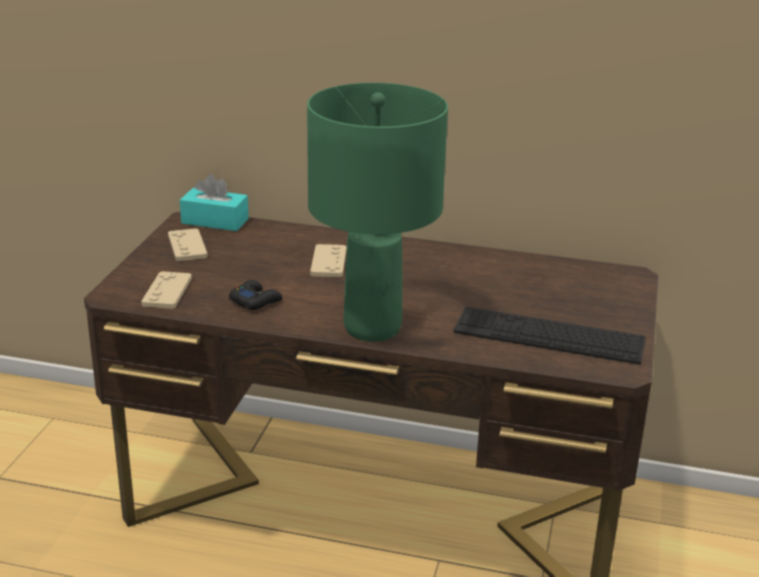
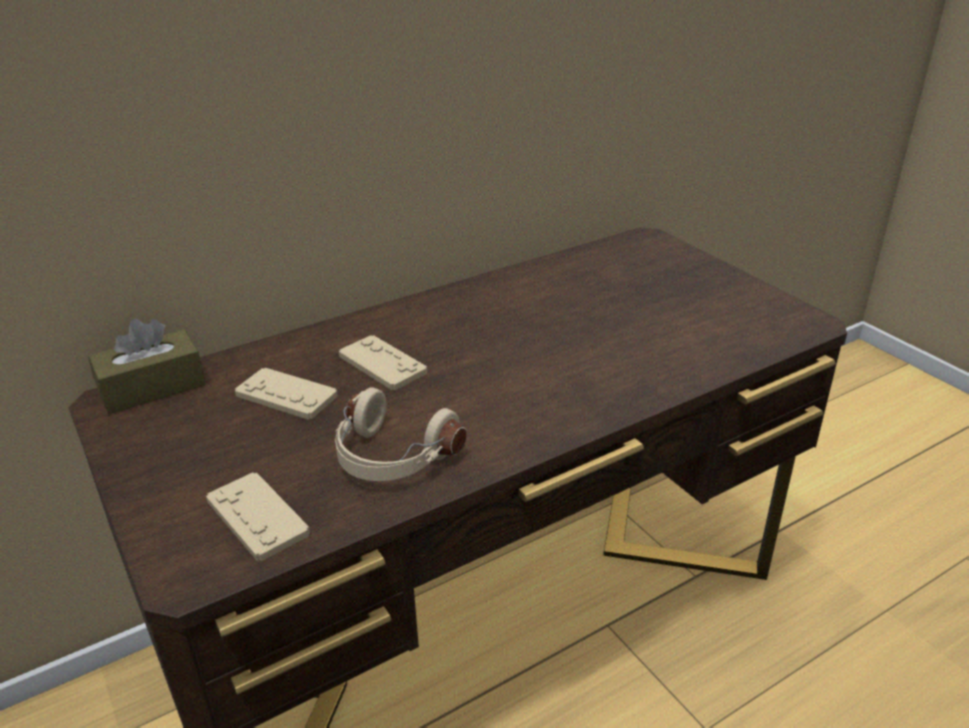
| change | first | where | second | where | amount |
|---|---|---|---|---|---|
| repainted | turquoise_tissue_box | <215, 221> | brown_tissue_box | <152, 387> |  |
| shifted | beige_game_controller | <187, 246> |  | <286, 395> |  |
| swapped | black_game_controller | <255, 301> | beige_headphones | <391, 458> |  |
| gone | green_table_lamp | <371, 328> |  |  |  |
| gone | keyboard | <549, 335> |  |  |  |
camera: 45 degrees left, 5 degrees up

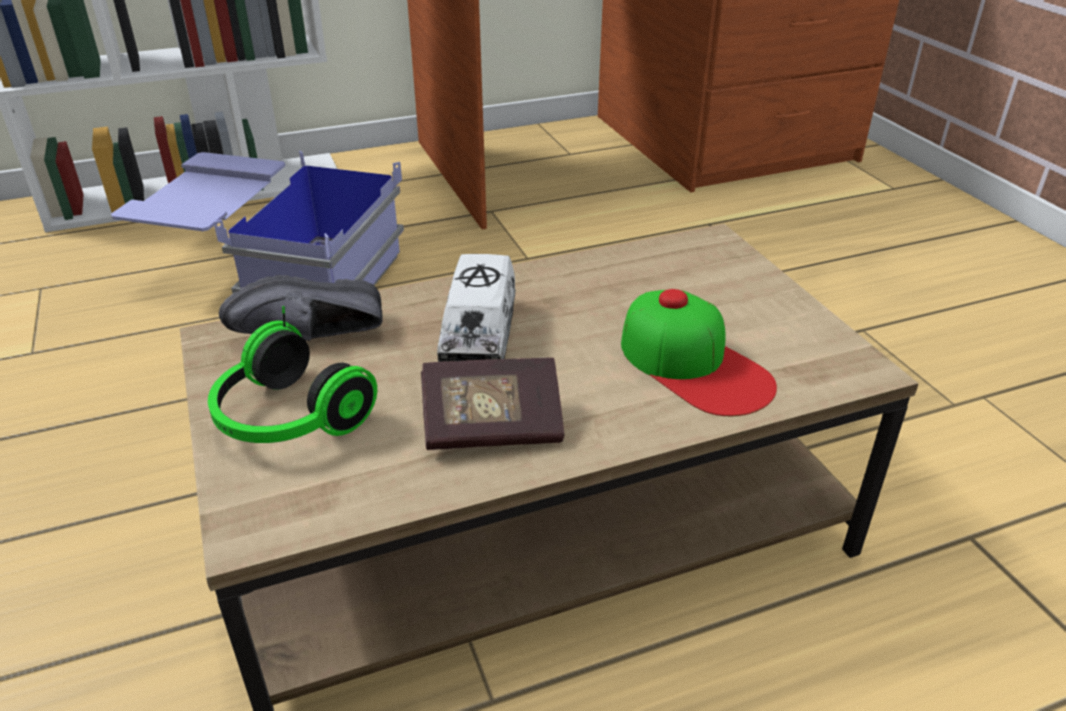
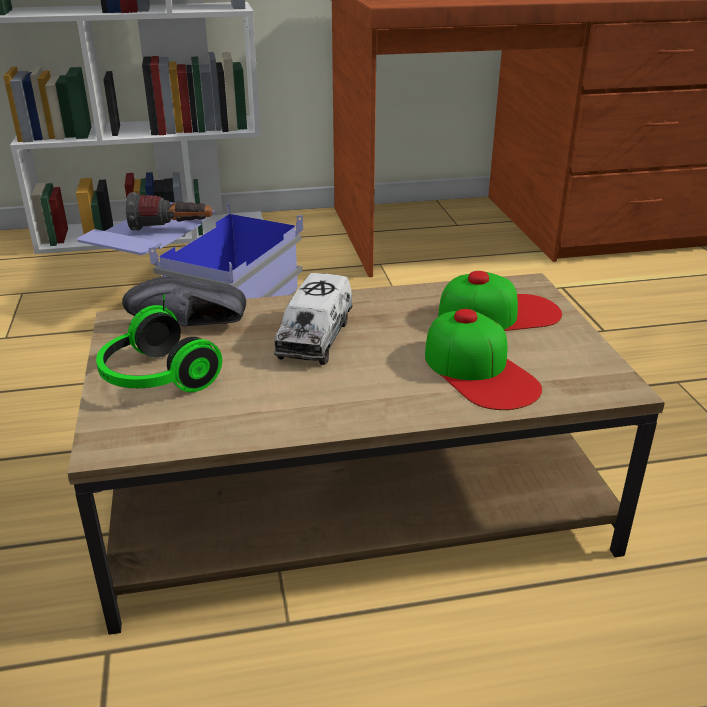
| change | first | where | second | where | amount |
|---|---|---|---|---|---|
| new |  |  | flashlight | <171, 229> |  |
| new |  |  | cap | <499, 313> |  |
| gone | book | <492, 427> |  |  |  |
camera: 10 degrees right, 5 degrees down

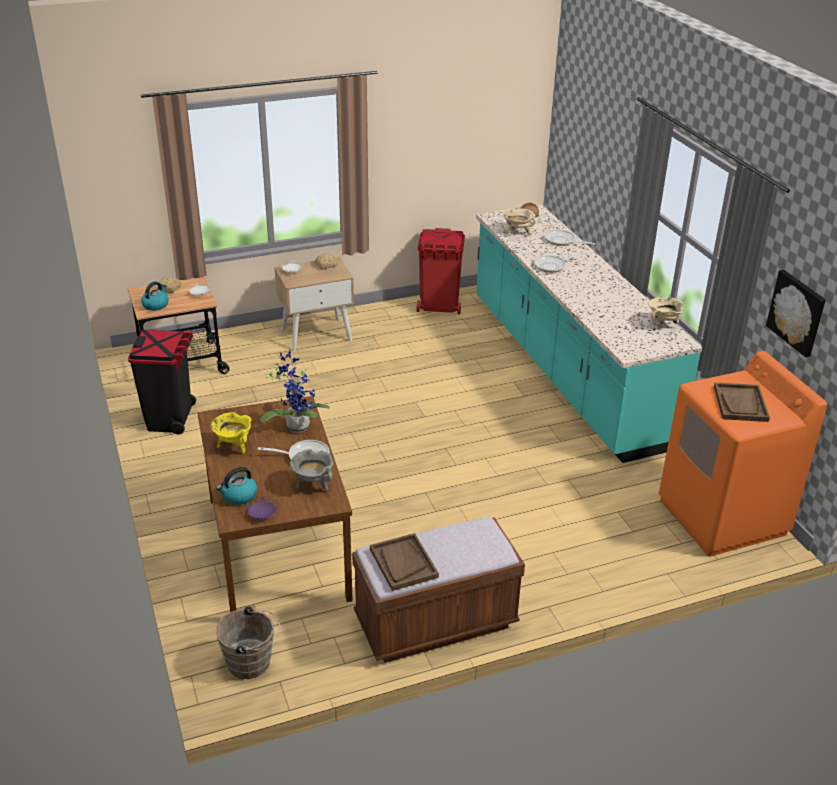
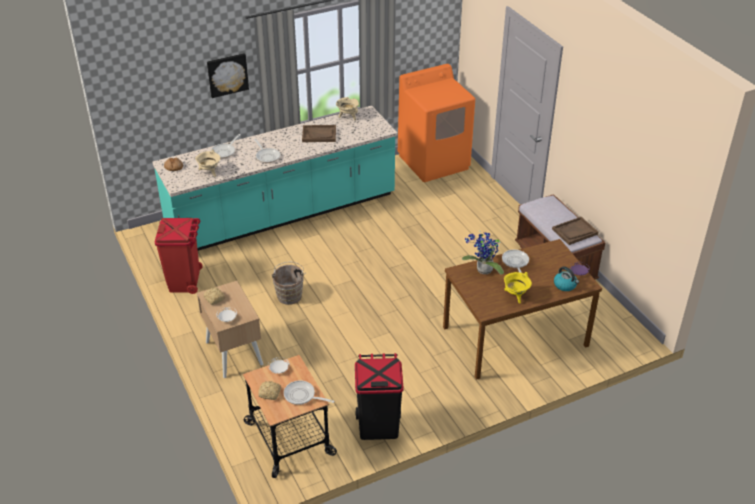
| change | first | where | second | where | amount |
|---|---|---|---|---|---|
| shifted | picture | <797, 312> |  | <227, 74> |  |
| shifted | brown_bucket | <252, 663> |  | <289, 294> |  |
| swapped | kettle | <156, 305> | frying_pan | <302, 396> |  |
| shifted | brown_tray | <740, 404> |  | <319, 134> |  |
| gone | grey_cooking_pot | <313, 485> |  |  |  |
camera: 95 degrees left, 5 degrees up

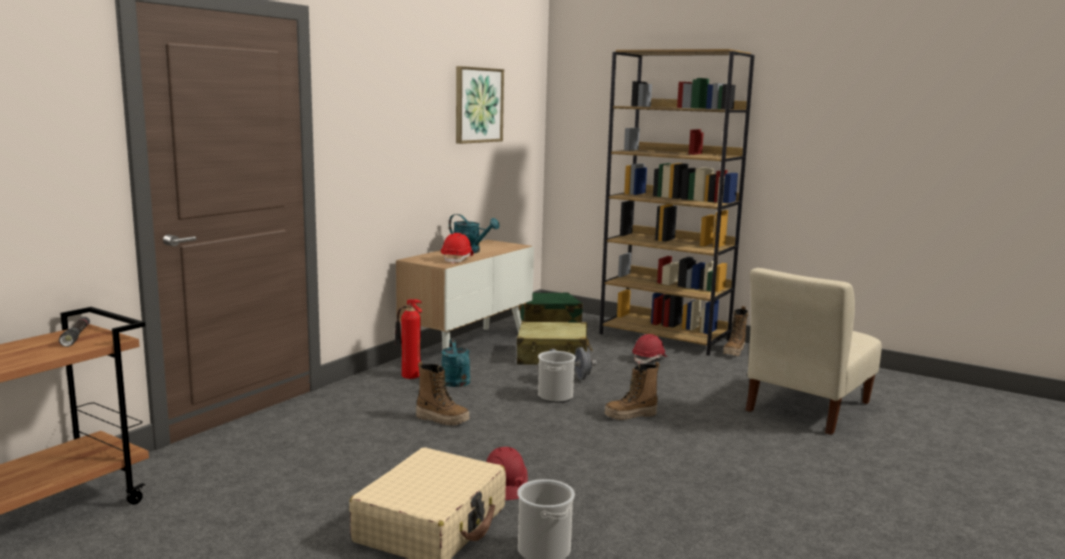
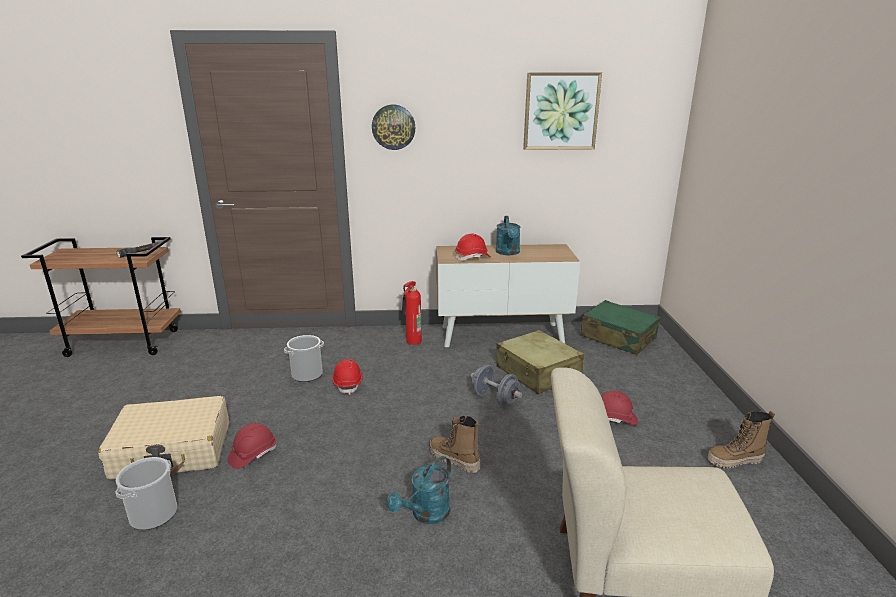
| change | first | where | second | where | amount |
|---|---|---|---|---|---|
| shifted | bucket | <555, 396> |  | <307, 374> |  |
| swapped | boot | <442, 419> | red_hard_hat | <348, 384> |  |
| new |  |  | wall_clock | <393, 127> |  |
| shifted | turquoise_watering_can | <457, 384> |  | <426, 514> |  |
| gone | brown_bookcase | <665, 337> |  |  |  |
camera: 55 degrees right, 10 degrees up

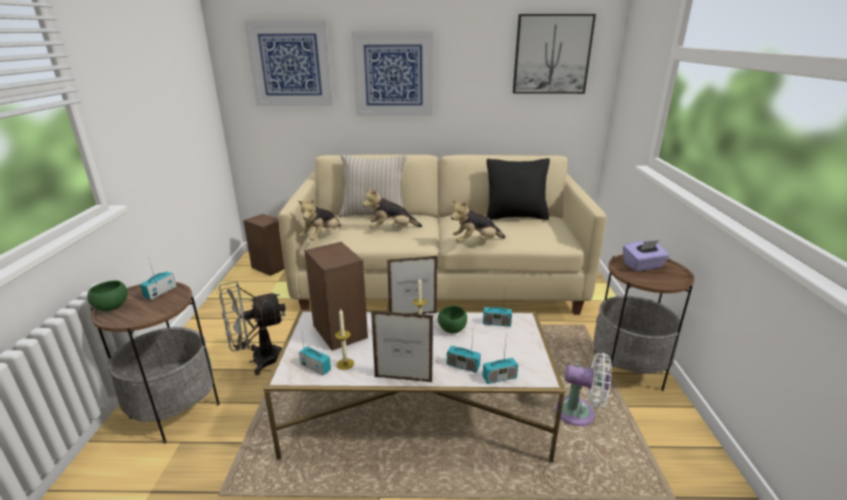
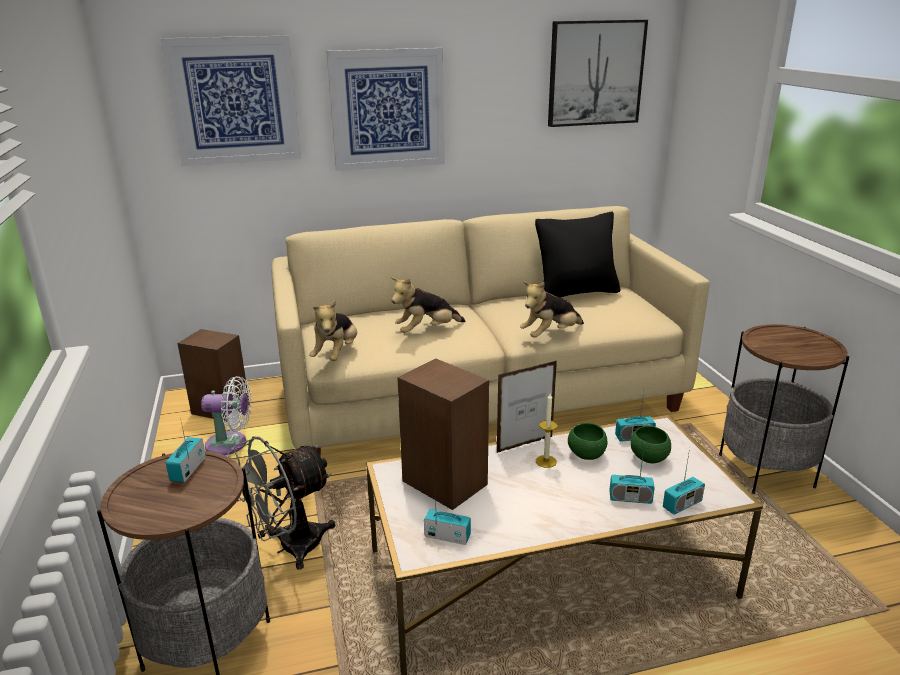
| change | first | where | second | where | amount |
|---|---|---|---|---|---|
| shifted | white_fan | <579, 413> |  | <230, 444> |  |
| shifted | green_bowl | <112, 307> |  | <648, 458> |  |
| gone | candle | <345, 364> |  |  |  |
| gone | beige_pillow | <374, 215> |  |  |  |
| gone | picture_frame | <403, 379> |  |  |  |
| gone | purple_tissue_box | <642, 266> |  |  |  |
camera: 15 degrees left, 0 degrees up

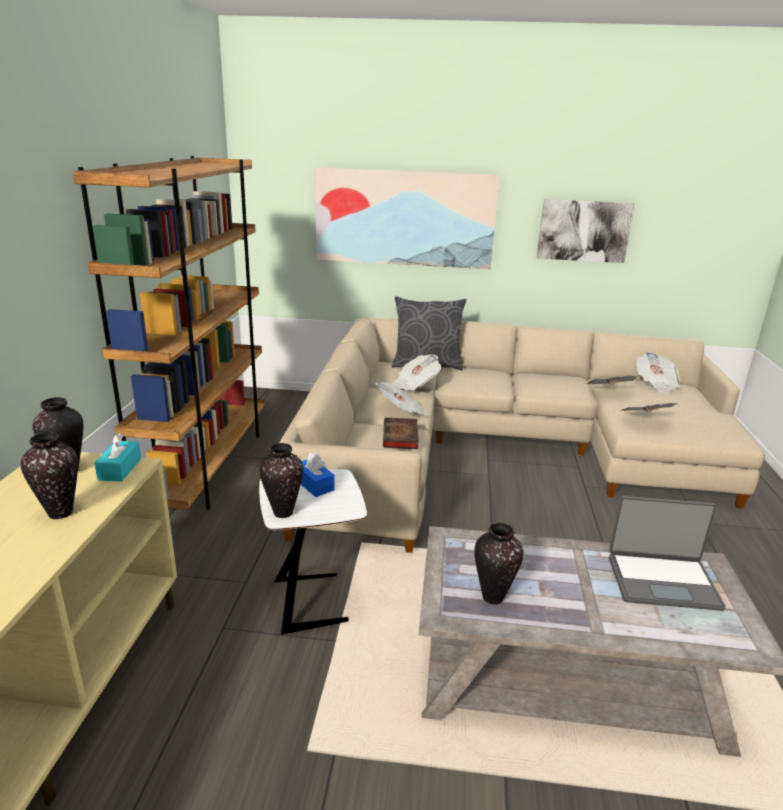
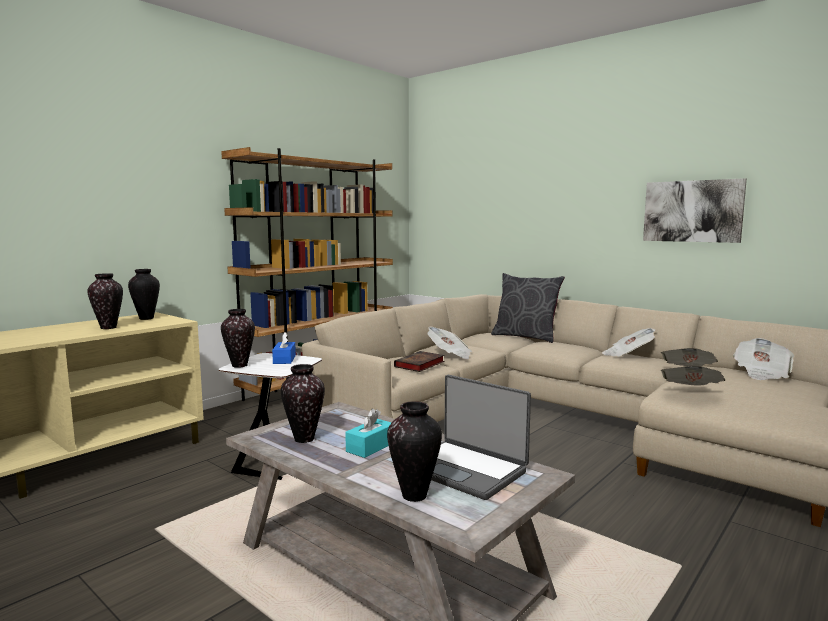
| change | first | where | second | where | amount |
|---|---|---|---|---|---|
| shifted | turquoise_tissue_box | <120, 469> |  | <370, 447> |  |
| new |  |  | vase | <414, 496> |  |
| shifted | newspaper | <415, 384> |  | <627, 355> |  |
| gone | picture | <404, 218> |  |  |  |
camera: 35 degrees right, 15 degrees down

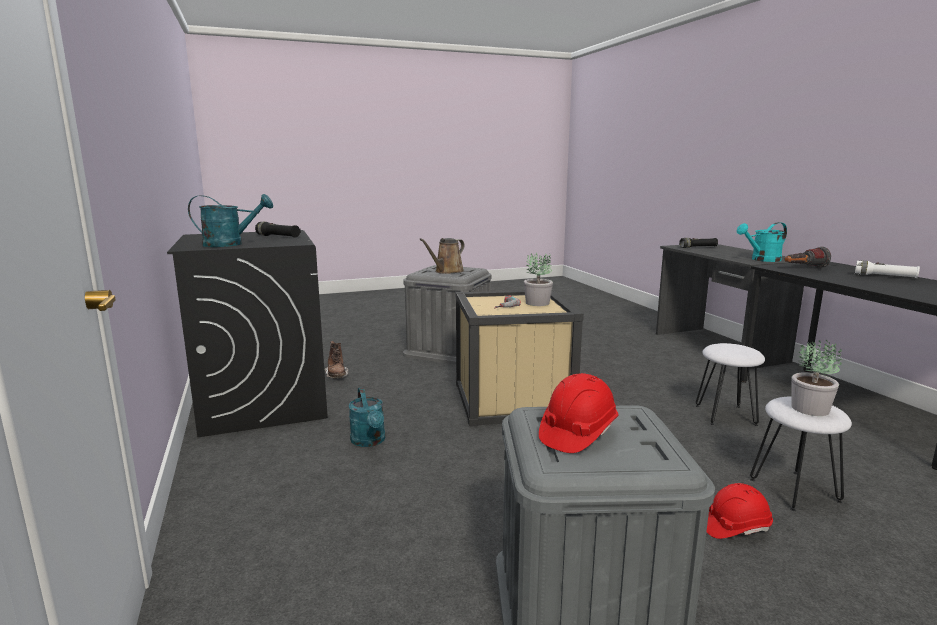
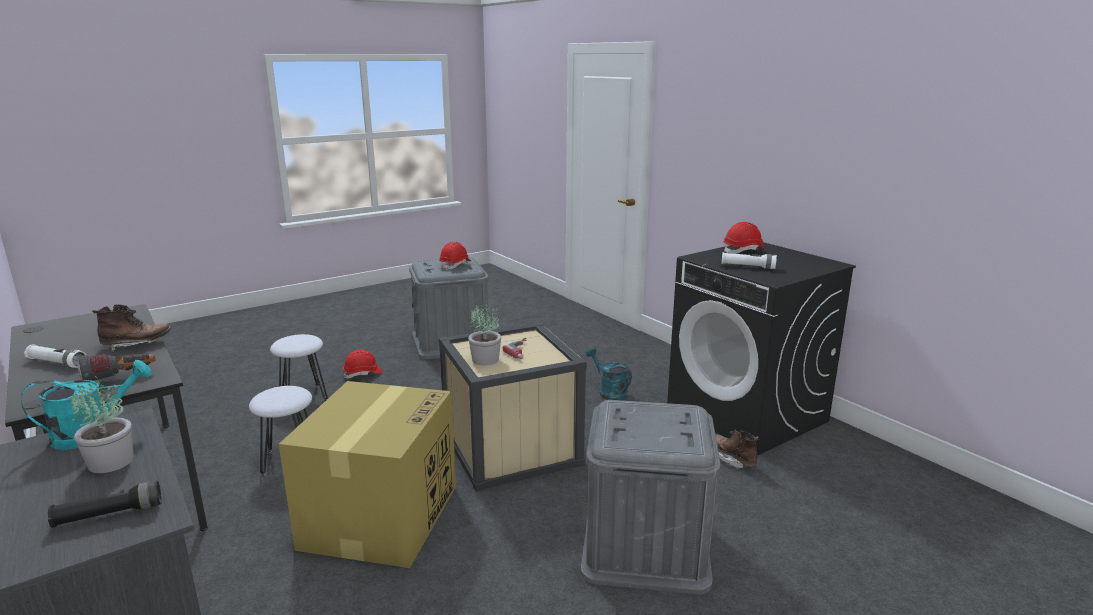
| change | first | where | second | where | amount |
|---|---|---|---|---|---|
| shifted | potted_plant | <811, 409> |  | <110, 462> |  |
| new |  |  | brown_boot | <137, 345> |  |
| new |  |  | cardboard_box | <381, 515> |  |
| repainted | black_flashlight | <278, 237> | white_flashlight | <747, 267> |  |
| swapped | turquoise_watering_can | <231, 244> | red_hard_hat | <744, 251> |  |
| gone | brown_watering_can | <447, 271> |  |  |  |
camera: 165 degrees right, 5 degrees up

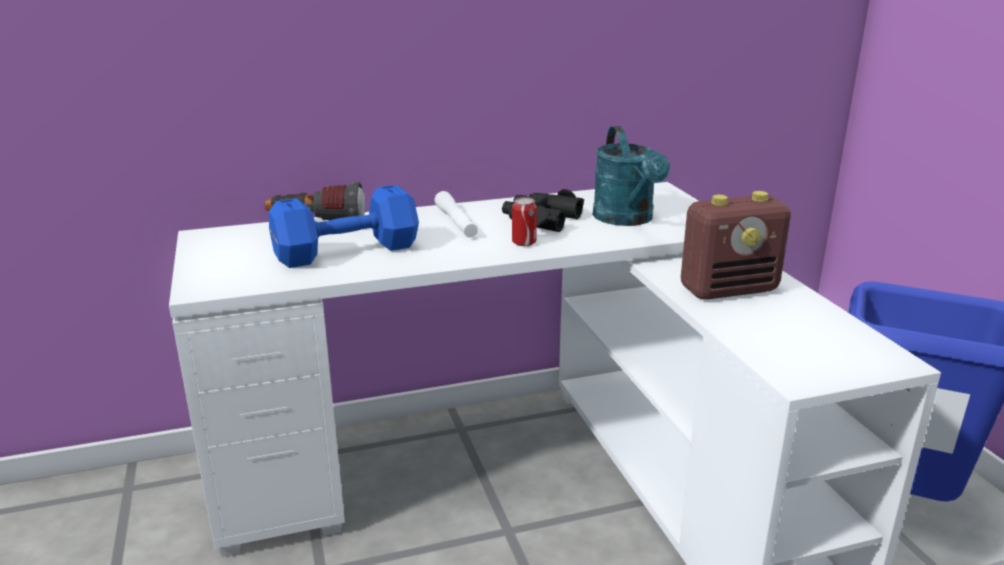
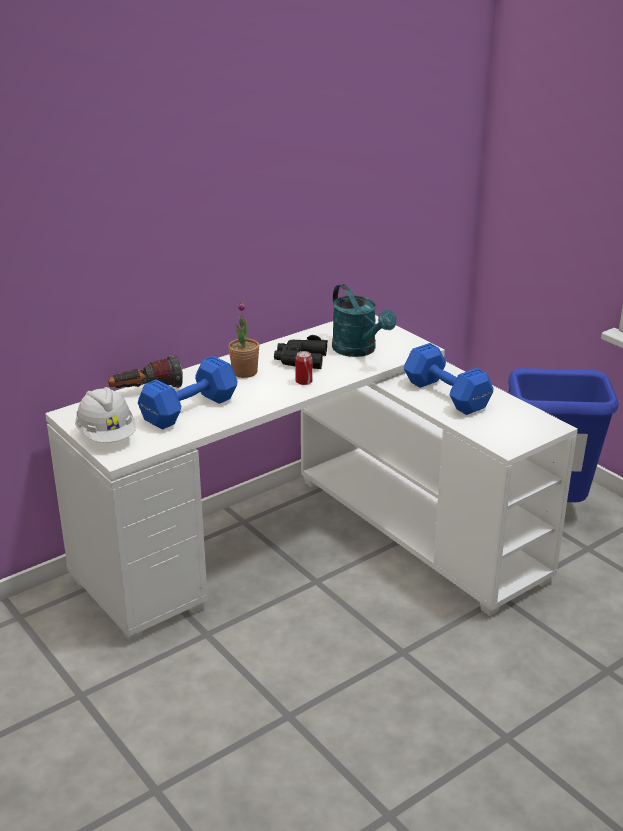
| change | first | where | second | where | amount |
|---|---|---|---|---|---|
| new |  |  | white_hard_hat | <107, 436> |  |
| swapped | white_flashlight | <456, 223> | potted_plant | <244, 372> |  |
| swapped | radio | <729, 289> | blue_dumbbell | <445, 394> |  |
camera: 20 degrees left, 5 degrees up

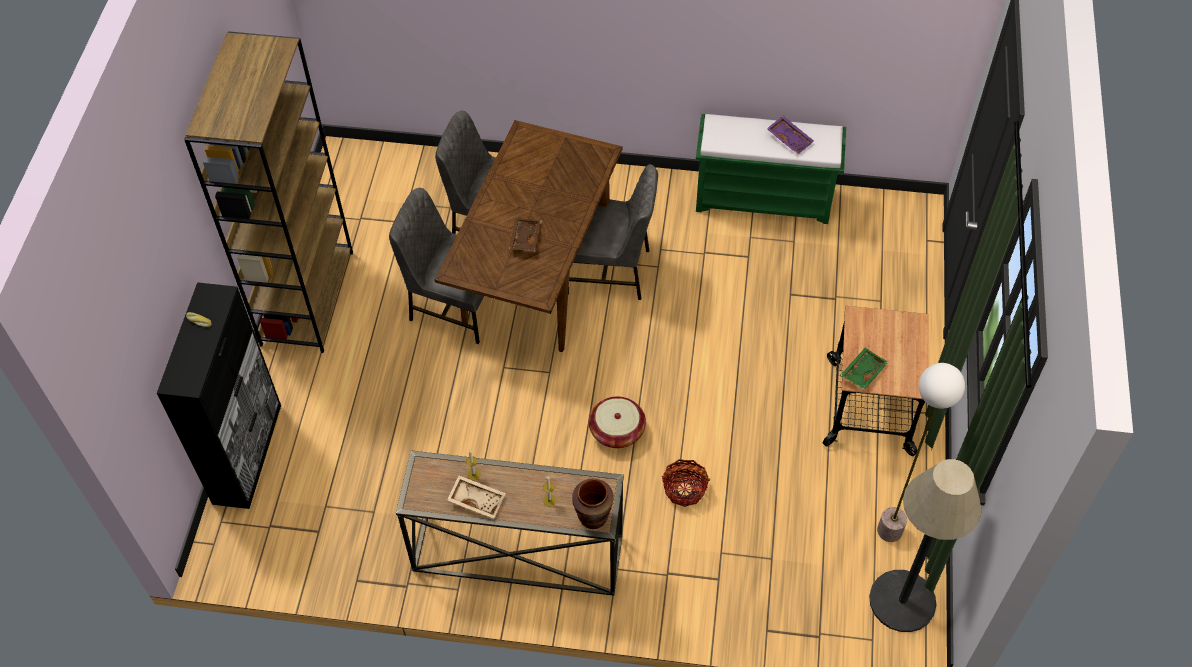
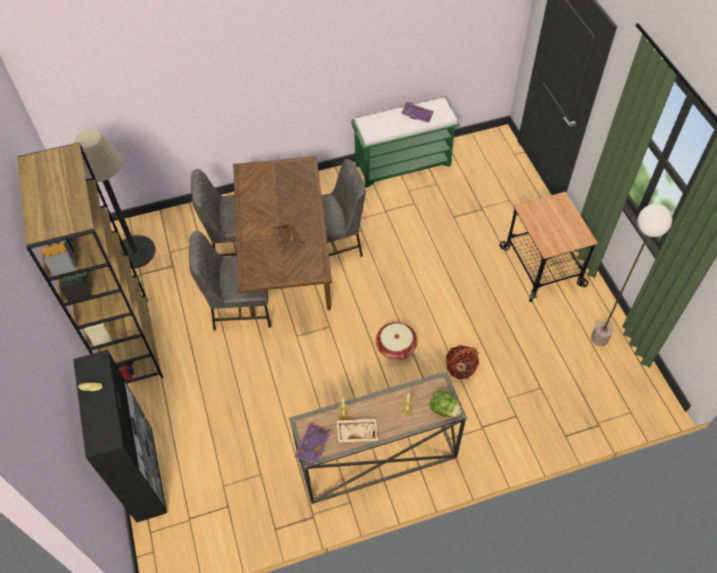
| change | first | where | second | where | amount |
|---|---|---|---|---|---|
| shifted | floor_lamp | <902, 601> |  | <135, 252> |  |
| new |  |  | purple_tray | <312, 445> |  |
| swapped | brown_vase | <593, 517> | lettuce | <444, 409> |  |
| gone | green_tray | <862, 372> |  |  |  |
camera: 25 degrees left, 0 degrees up

